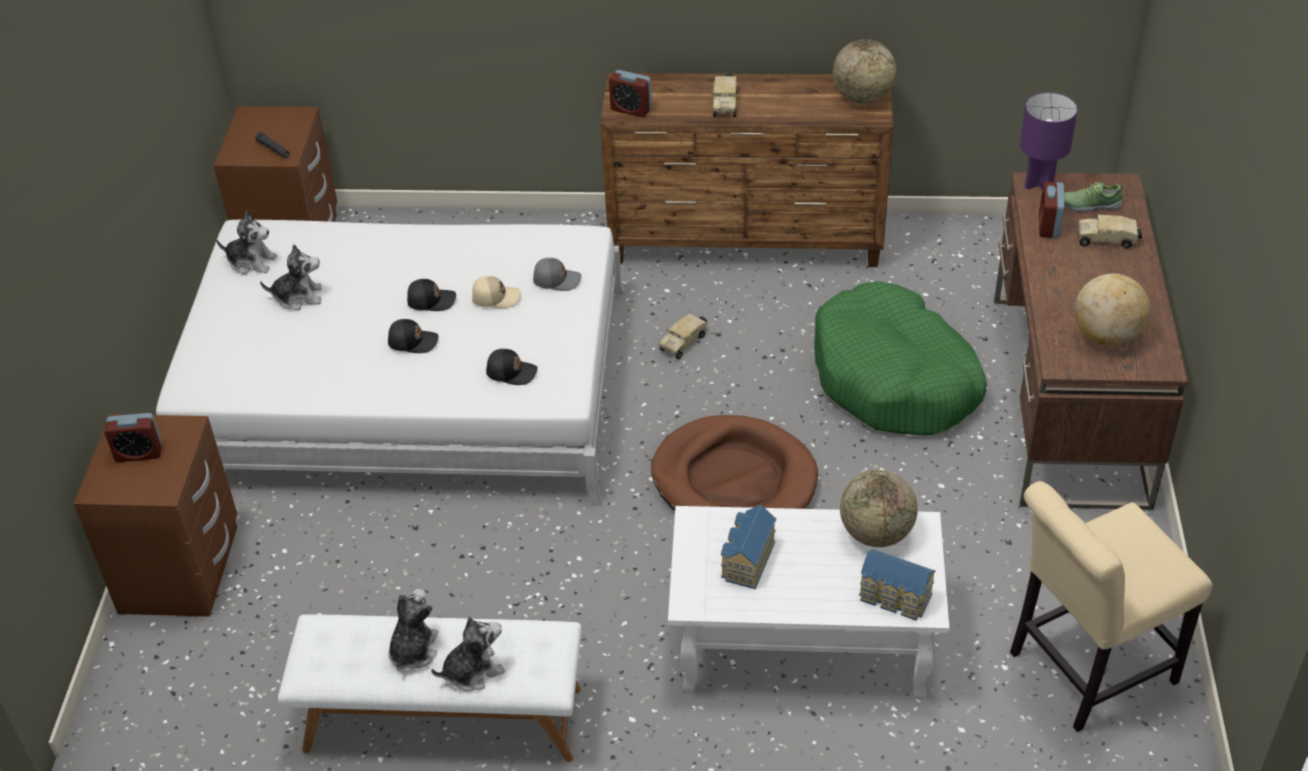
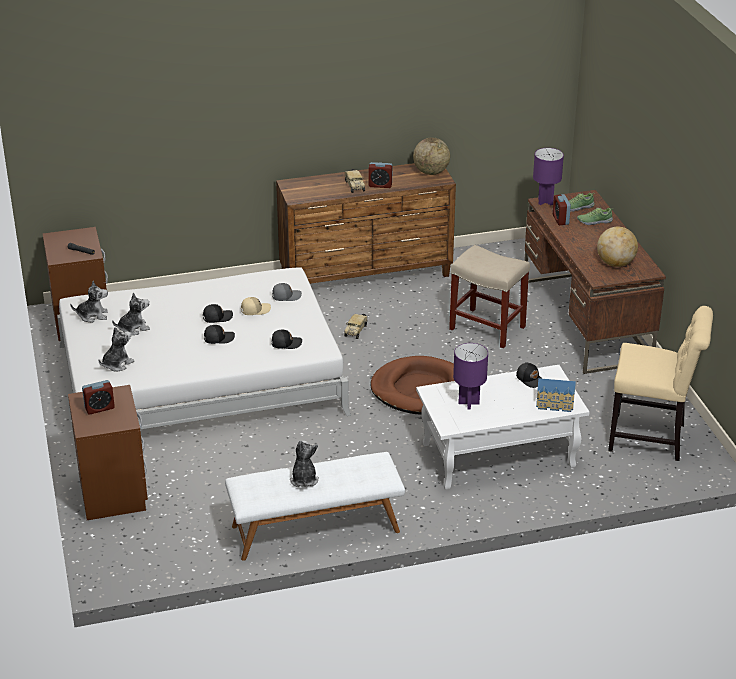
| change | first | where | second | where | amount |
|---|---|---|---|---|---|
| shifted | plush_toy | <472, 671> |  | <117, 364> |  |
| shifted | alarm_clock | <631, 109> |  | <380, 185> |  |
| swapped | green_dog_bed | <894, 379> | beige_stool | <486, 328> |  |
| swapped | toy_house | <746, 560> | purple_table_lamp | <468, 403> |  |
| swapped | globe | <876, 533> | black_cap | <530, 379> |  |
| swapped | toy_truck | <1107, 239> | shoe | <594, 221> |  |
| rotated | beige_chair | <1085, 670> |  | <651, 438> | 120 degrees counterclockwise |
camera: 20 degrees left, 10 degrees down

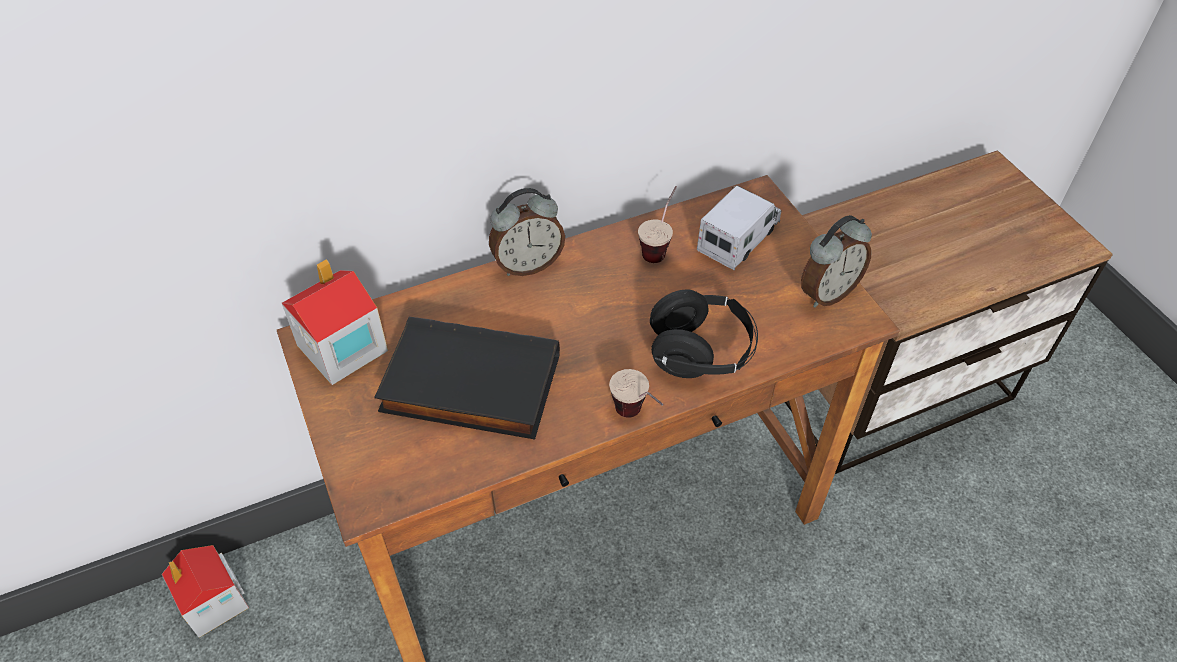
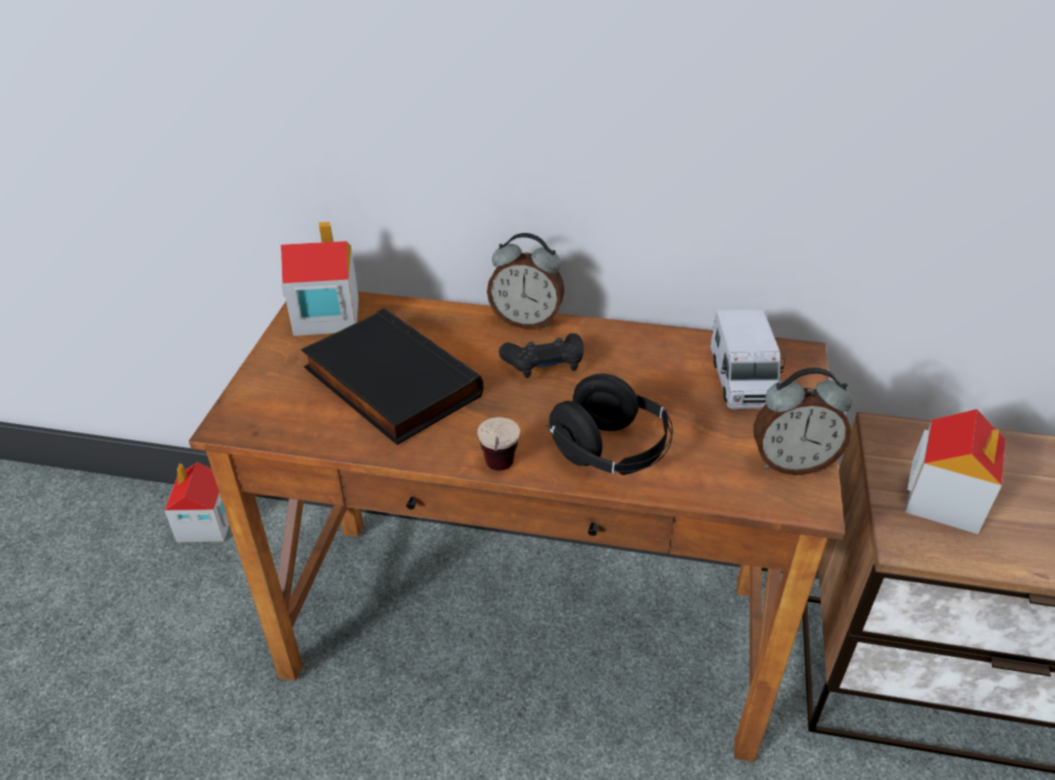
| change | first | where | second | where | amount |
|---|---|---|---|---|---|
| new |  |  | black_game_controller | <544, 364> |  |
| rotated | toy_truck | <738, 239> |  | <741, 380> | 105 degrees clockwise |
| new |  |  | toy_house | <944, 498> |  |
| gone | cup | <659, 246> |  |  |  |
camera: 35 degrees right, 10 degrees down

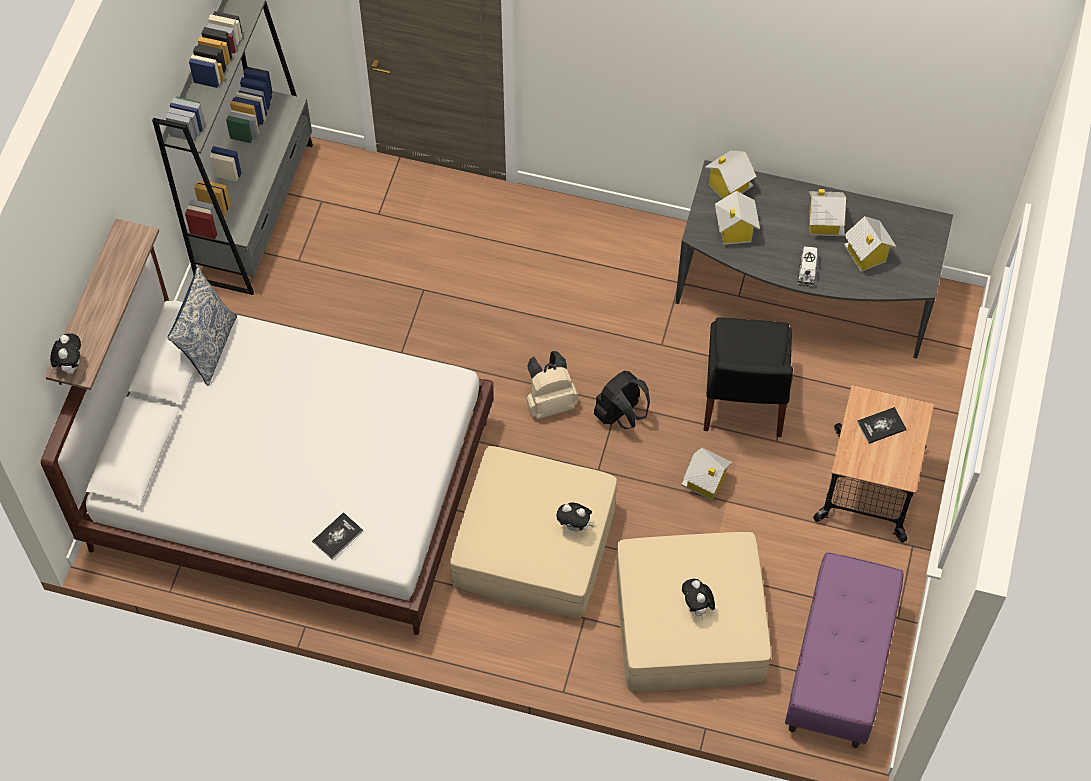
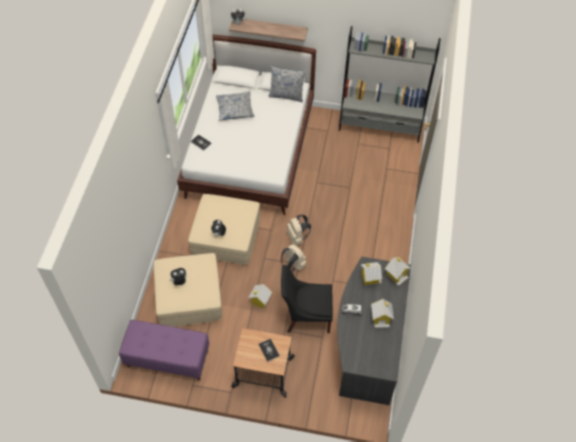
| change | first | where | second | where | amount |
|---|---|---|---|---|---|
| new |  |  | pillow | <235, 109> |  |
| repainted | black_backpack | <621, 415> | beige_backpack | <293, 265> |  |
| gone | toy_house | <865, 255> |  |  |  |
camera: 85 degrees right, 5 degrees down

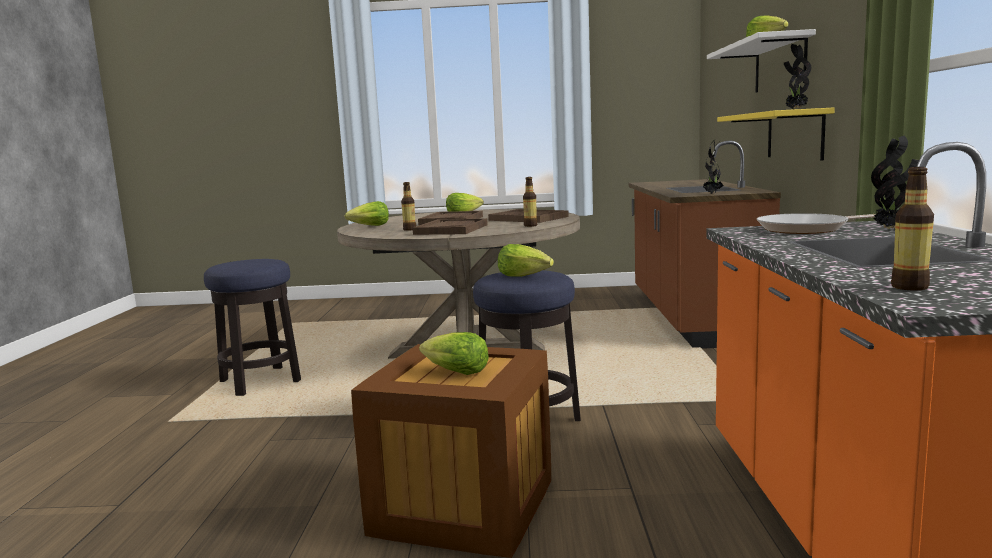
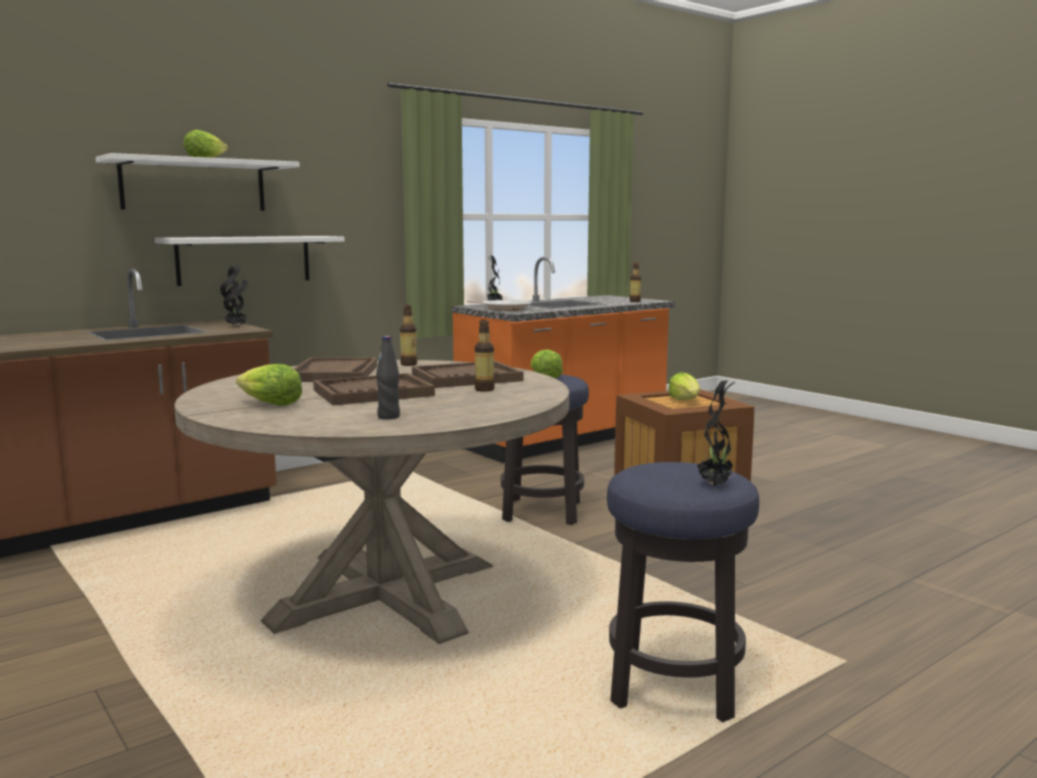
| change | first | where | second | where | amount |
|---|---|---|---|---|---|
| repainted | yellow_shelf | <794, 135> | white_shelf | <244, 259> |  |
| new |  |  | black_bottle | <389, 417> |  |
| shifted | potted_plant | <795, 109> |  | <715, 485> |  |
| gone | lettuce | <370, 226> |  |  |  |
camera: 130 degrees left, 0 degrees up

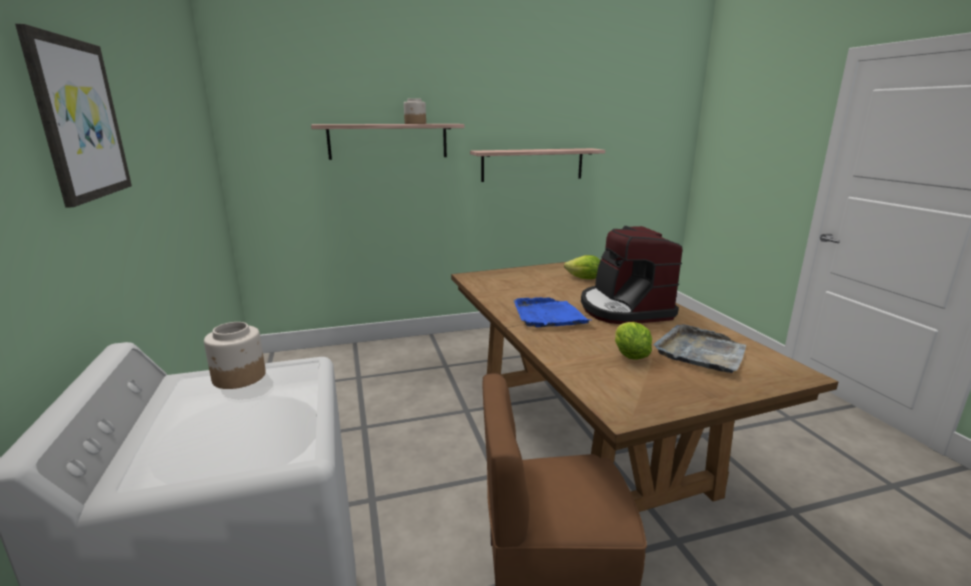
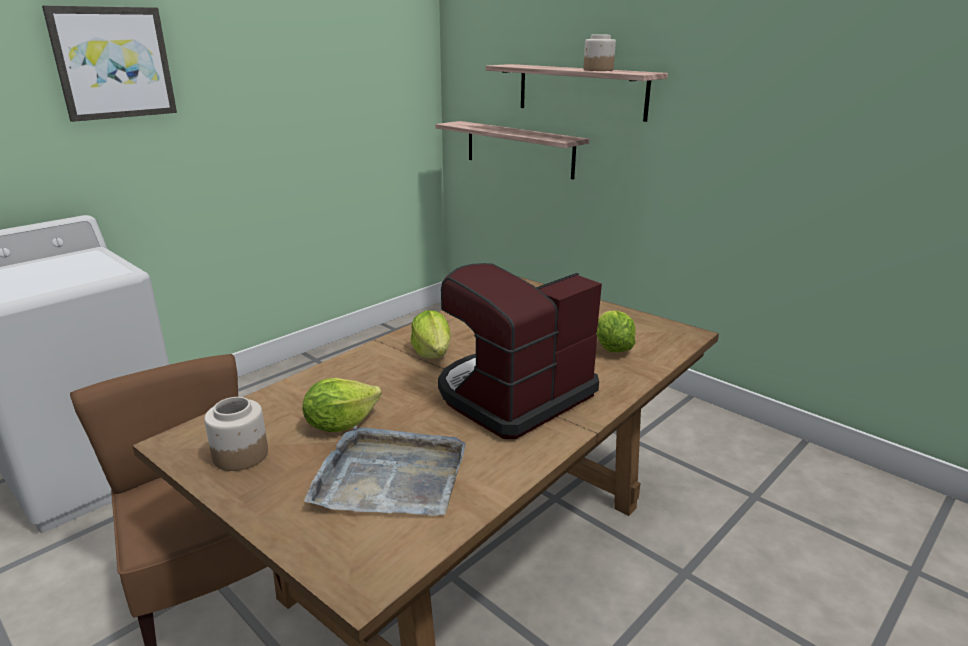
| change | first | where | second | where | amount |
|---|---|---|---|---|---|
| shifted | jar | <239, 377> |  | <240, 455> |  |
| swapped | blue_tray | <548, 315> | lettuce | <432, 353> |  |
| shifted | shelf | <532, 164> |  | <519, 149> |  |
camera: 60 degrees right, 5 degrees up

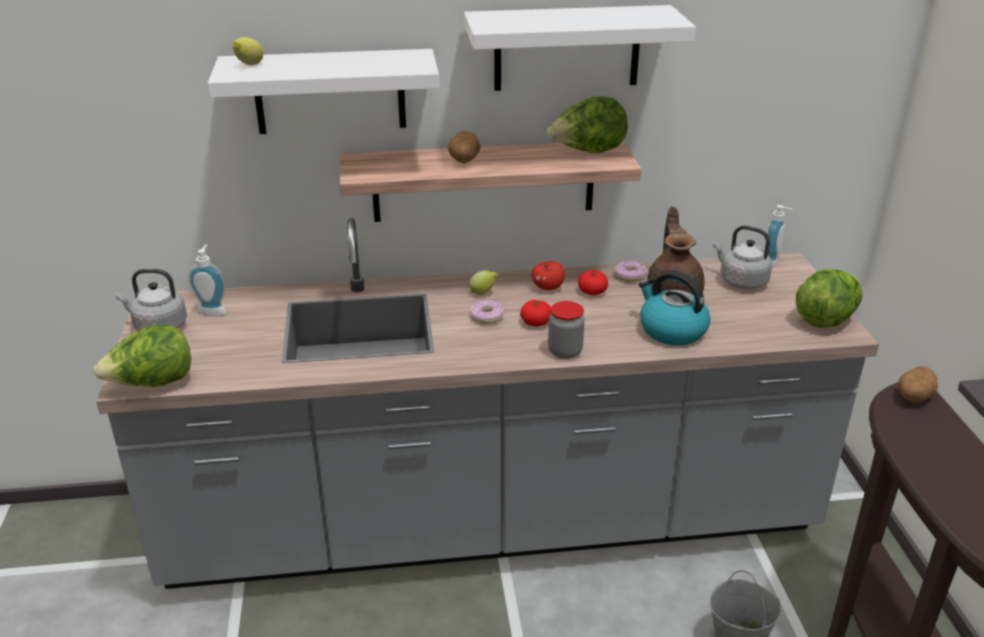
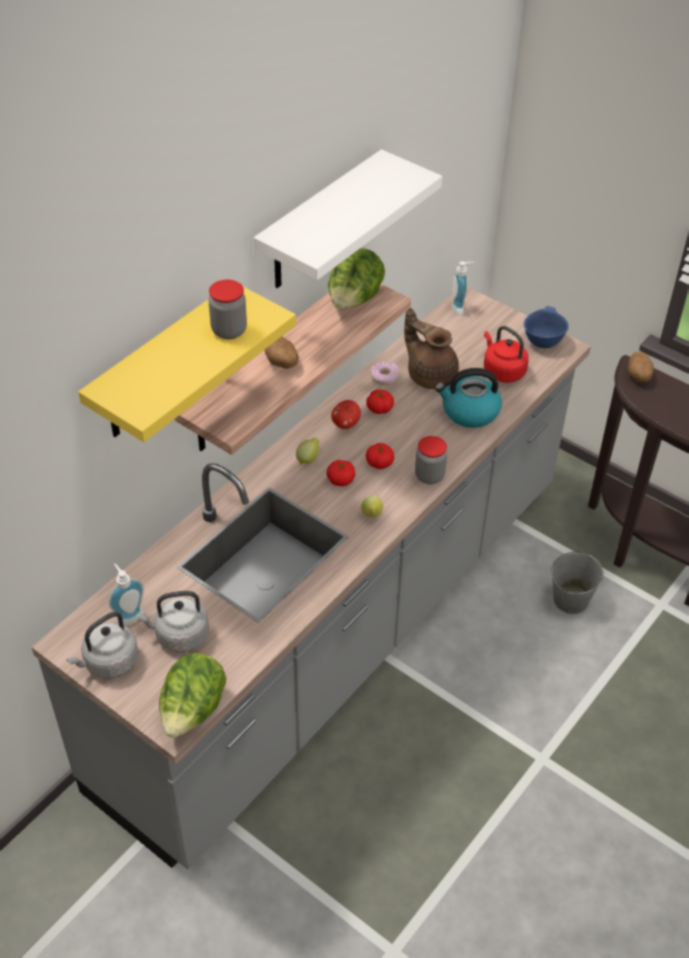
| change | first | where | second | where | amount |
|---|---|---|---|---|---|
| repainted | white_shelf | <330, 91> | yellow_shelf | <163, 365> |  |
| shifted | grey_kettle | <740, 281> |  | <179, 635> |  |
| new |  |  | jar | <229, 330> |  |
| swapped | donut | <486, 317> | tomato | <340, 480> |  |
| shifted | lemon | <249, 65> |  | <372, 515> |  |
| new |  |  | red_kettle | <502, 371> |  |
| swapped | lettuce | <826, 318> | blue_bowl | <542, 341> |  |
camera: 45 degrees left, 15 degrees up

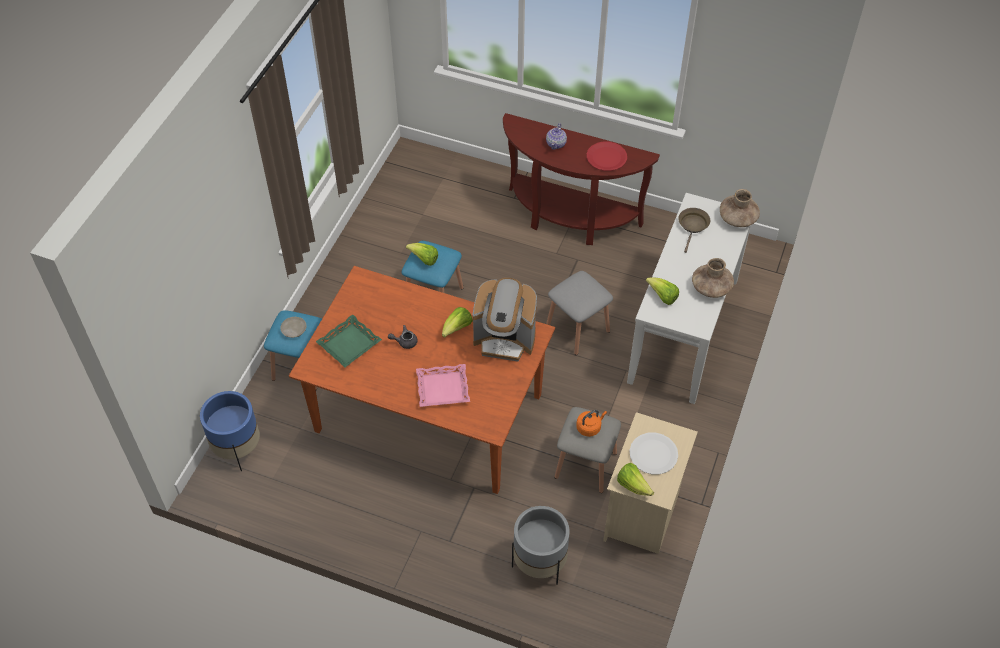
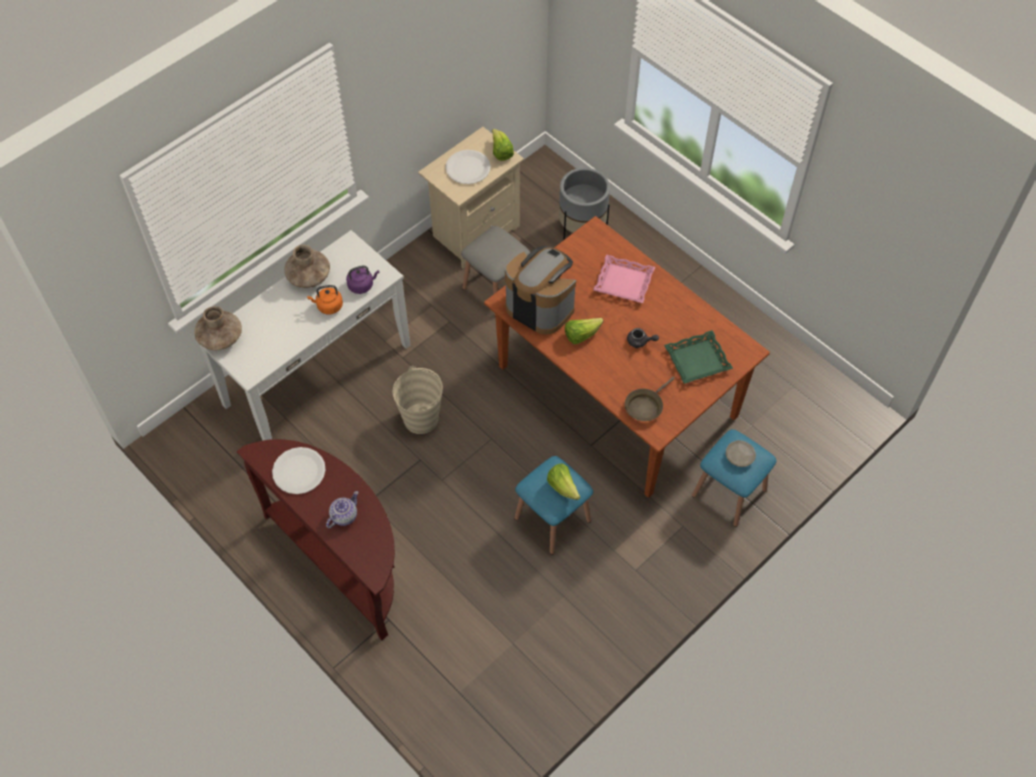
| change | first | where | second | where | amount |
|---|---|---|---|---|---|
| repainted | red_plate | <606, 157> | white_plate | <299, 471> |  |
| shifted | orange_kettle | <589, 427> |  | <328, 306> |  |
| swapped | lettuce | <662, 297> | purple_kettle | <362, 285> |  |
| swapped | grey_stool | <577, 329> | beige_bucket | <421, 419> |  |
| shifted | brown_frying_pan | <693, 226> |  | <645, 406> |  |
| gone | blue_planter | <238, 449> |  |  |  |
camera: 155 degrees left, 5 degrees up

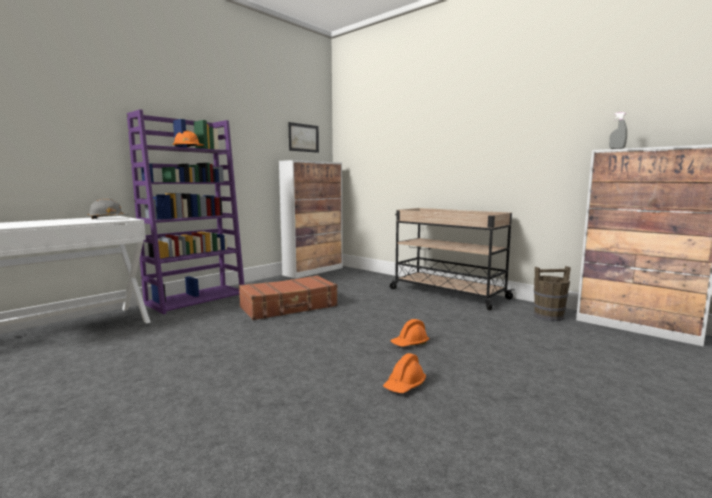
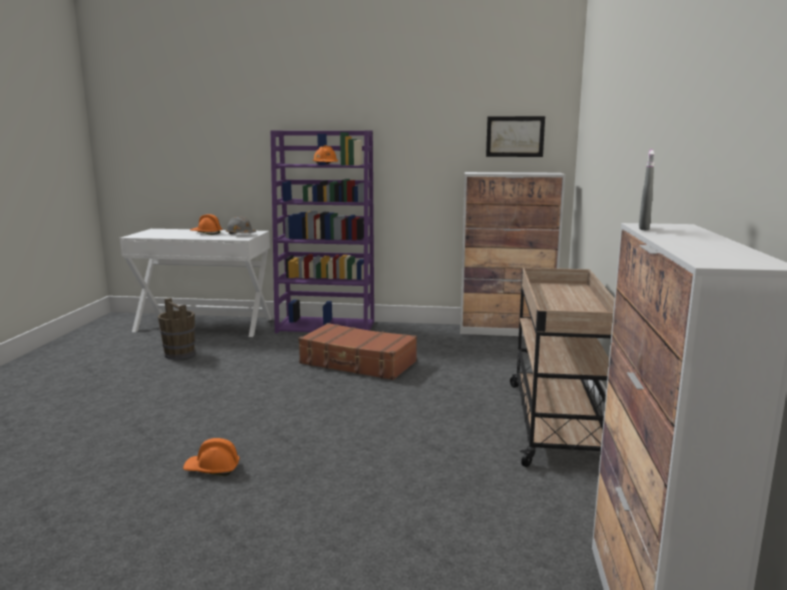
| change | first | where | second | where | amount |
|---|---|---|---|---|---|
| shifted | brown_bucket | <549, 316> |  | <179, 354> |  |
| shifted | orange_hard_hat | <410, 343> |  | <206, 233> |  |
camera: 55 degrees right, 5 degrees up

